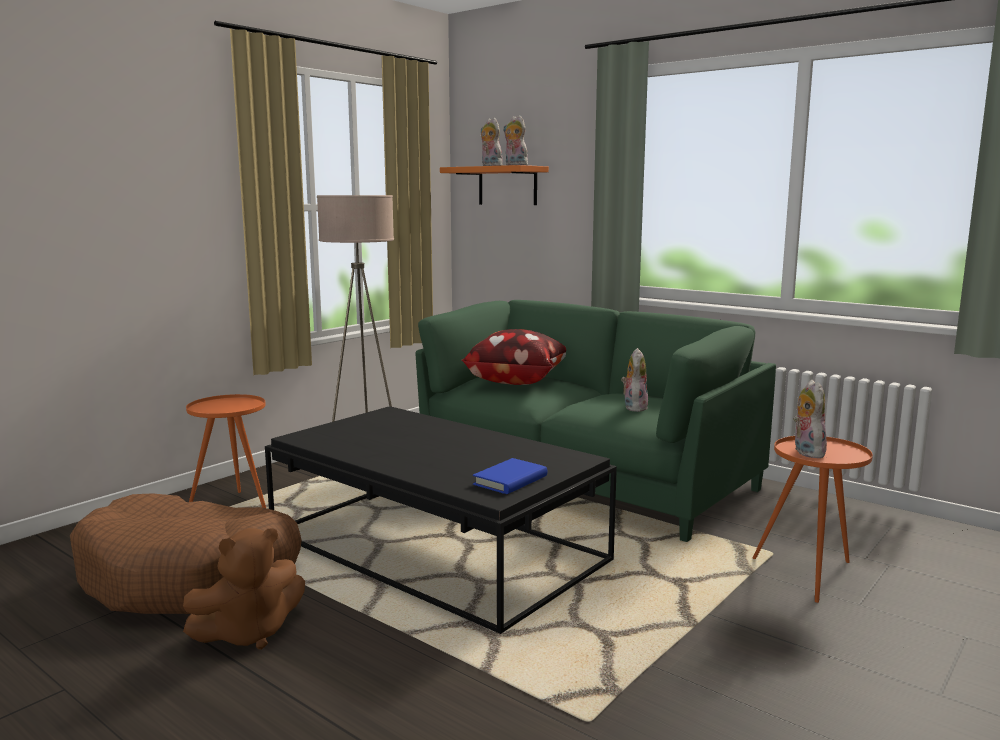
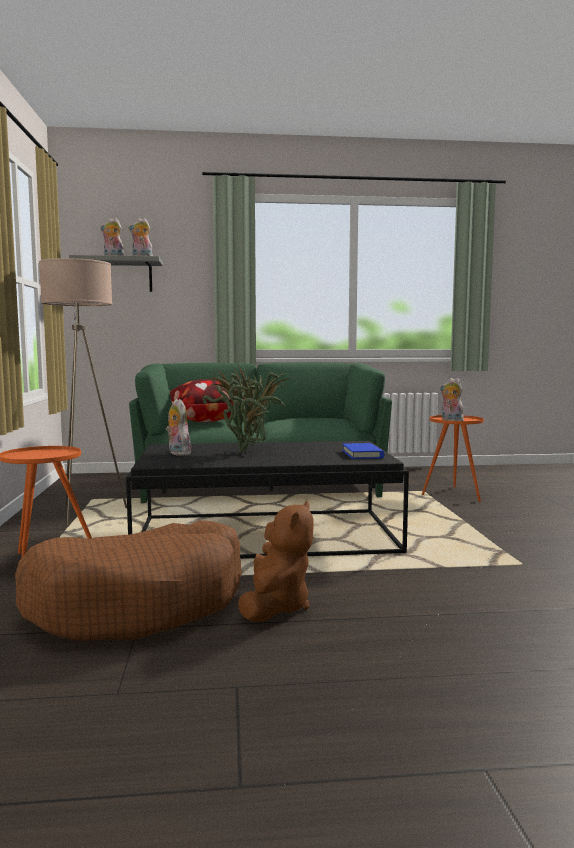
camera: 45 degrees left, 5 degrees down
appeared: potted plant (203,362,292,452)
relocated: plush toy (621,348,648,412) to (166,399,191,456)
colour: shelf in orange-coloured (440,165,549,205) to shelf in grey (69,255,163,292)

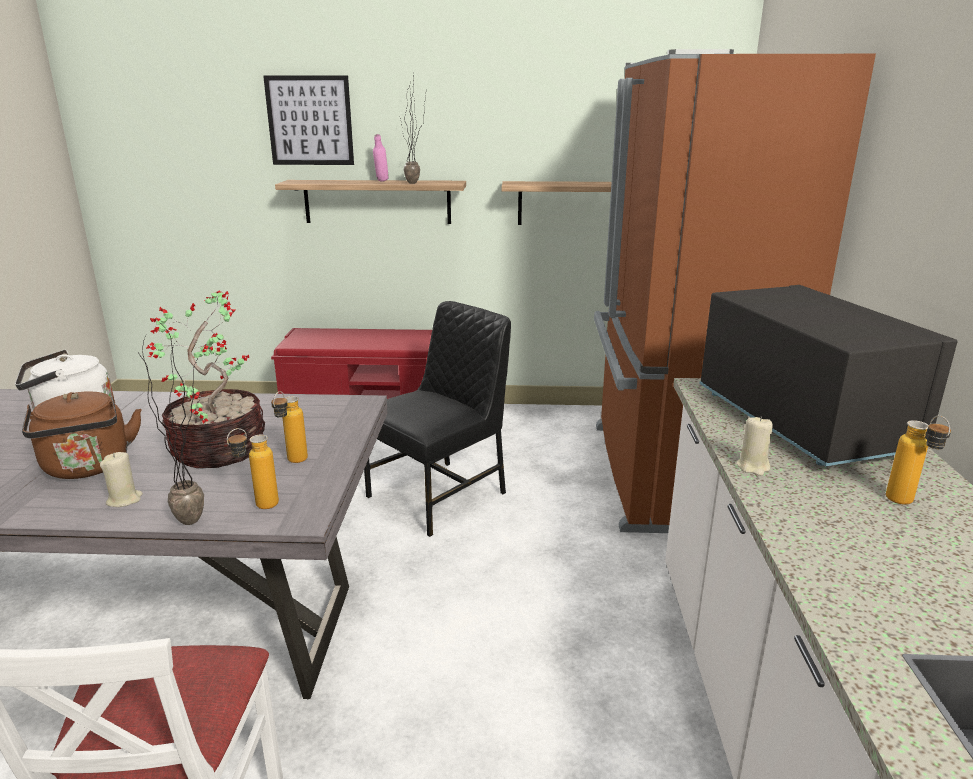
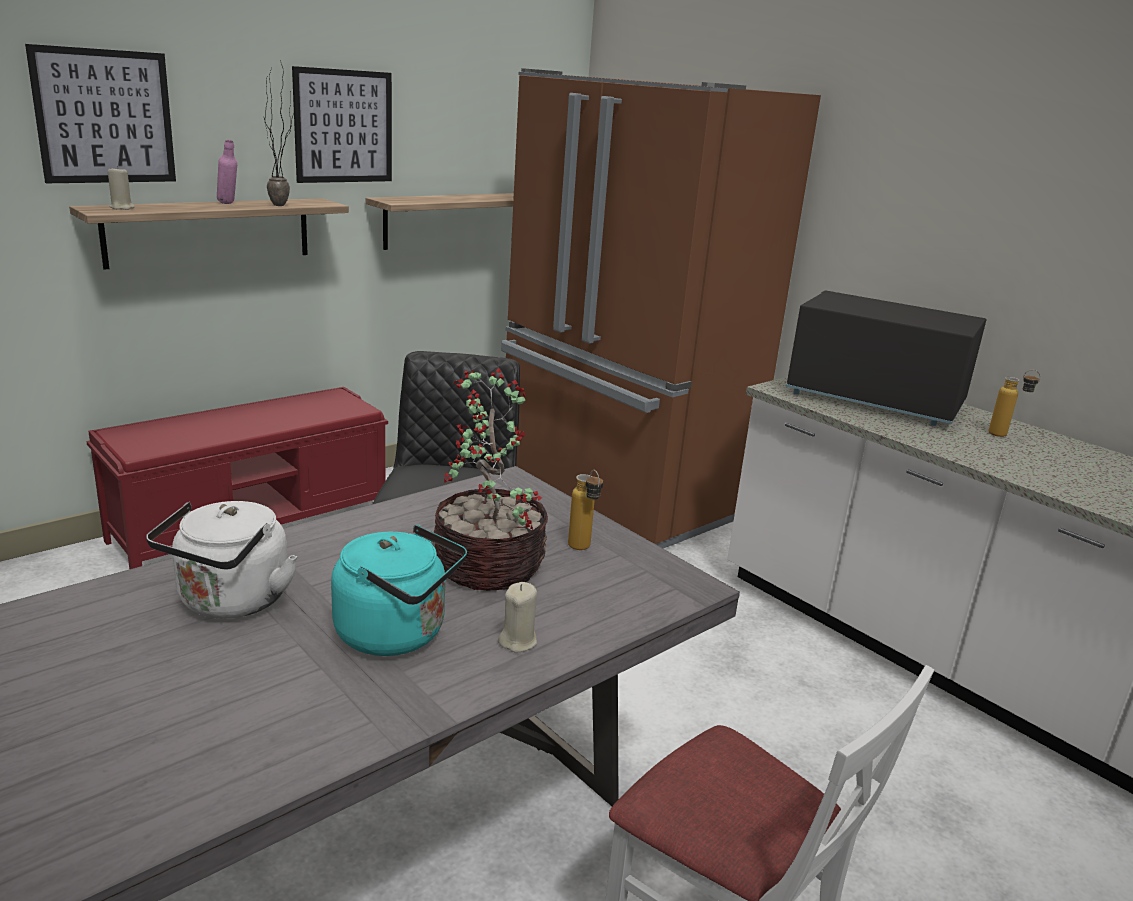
camera: 45 degrees left, 0 degrees up
missing: potted plant (139,320,204,525); drink bottle (227,428,279,509)
appeared: picture (292,66,392,183)
relocated: candle in beige-coloured (736,416,773,476) to (108,166,135,210)
colour: tea kettle in brown (22,392,141,479) to tea kettle in turquoise-coloured (331,525,467,656)

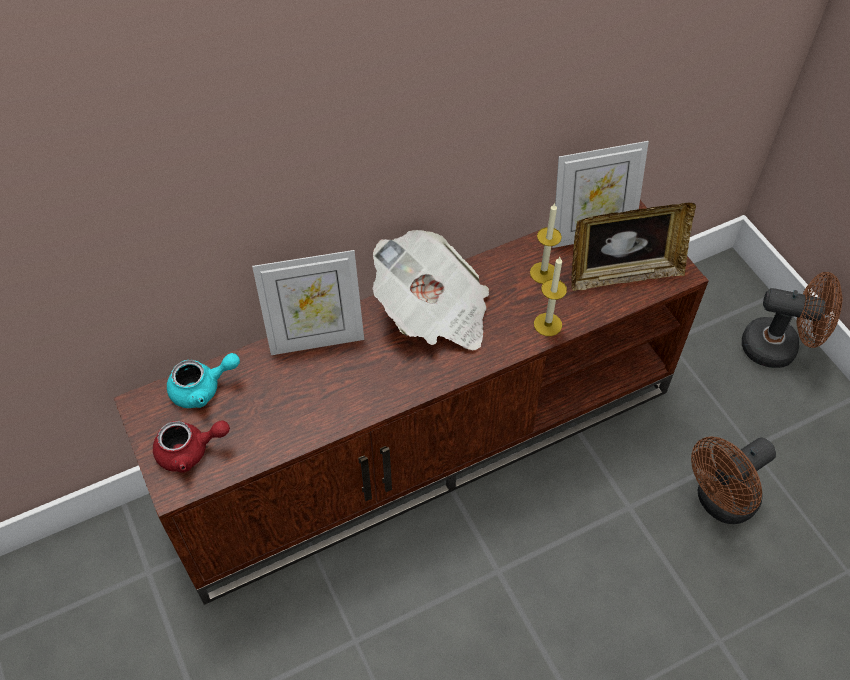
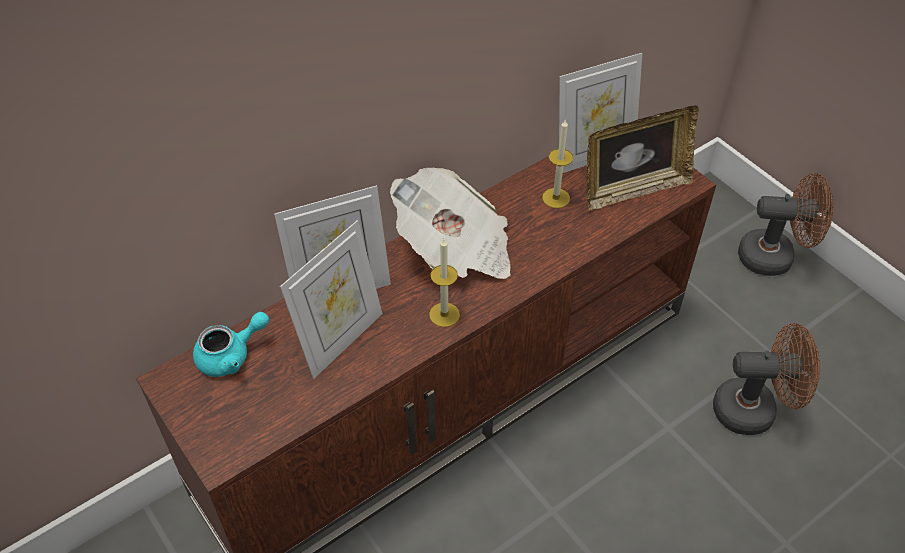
camera: 10 degrees left, 5 degrees down
missing: teapot in reddish (153,420,230,473)
appeared: standing frame (280,220,383,379)
relocated: candle (534,257,567,336) to (429,239,460,327)
spun: electric fan in brown (691,436,776,524) = (713,323,820,435) 135 degrees counterclockwise

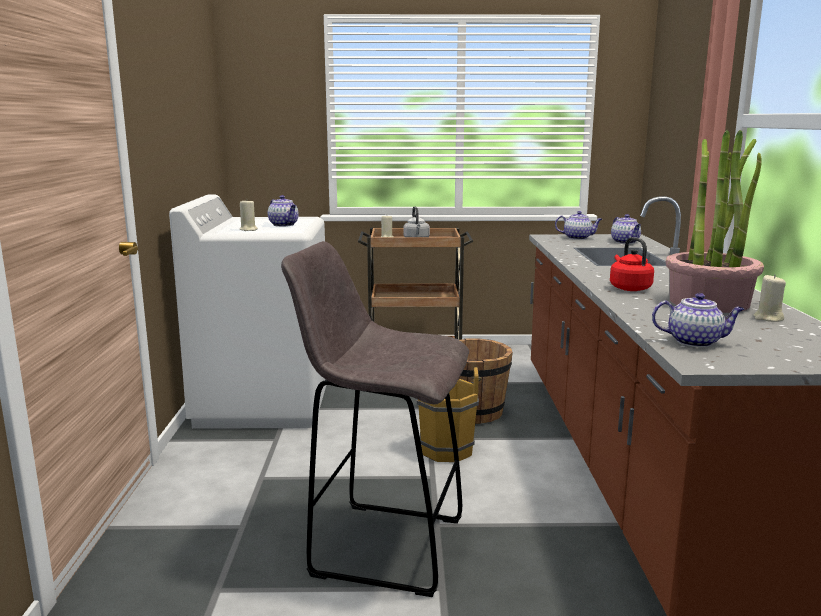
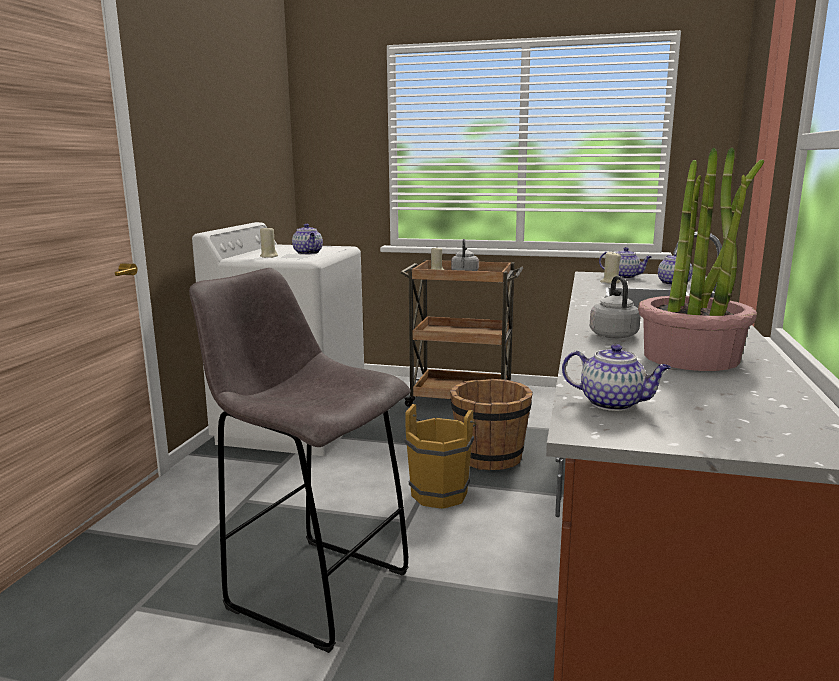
camera: 15 degrees right, 0 degrees up
relocated: candle in beige-coloured (753,274,786,322) to (600,252,621,284)
colour: tea kettle in reddish (610,237,654,291) to tea kettle in grey (590,276,641,338)

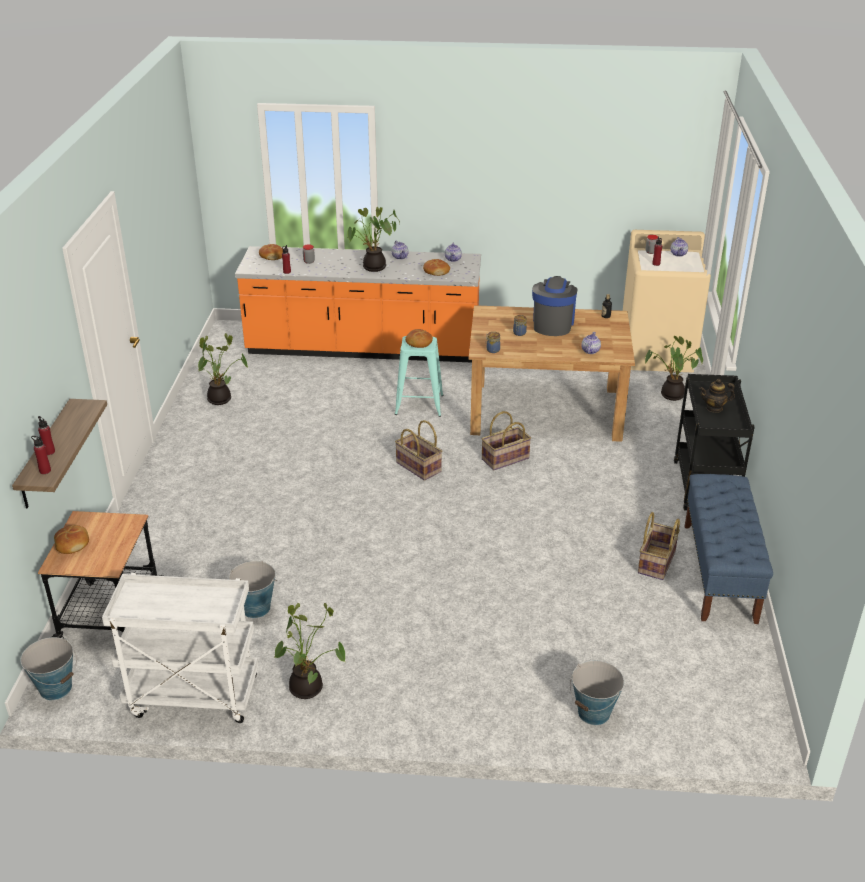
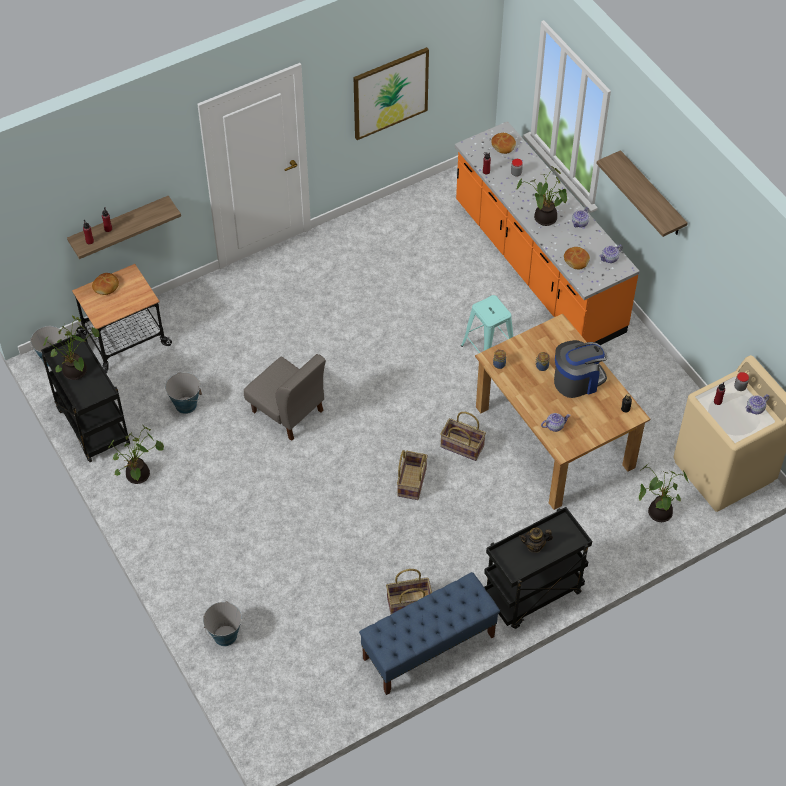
camera: 55 degrees right, 20 degrees up
missing: baked bread (405,329,433,348)
appeared: upright chair in grey (244,354,326,441); picture (353,47,429,140); shelf (597,150,688,237)
relocated: potted plant (198,333,248,405) to (43,316,99,380); basket (395,420,442,481) to (397,450,428,500)
colour: wheeled cart in whitish (102,573,259,723) to wheeled cart in black-coloured (41,333,130,462)
spun: teapot (699,379,735,413) = (519,528,553,553) 60 degrees counterclockwise

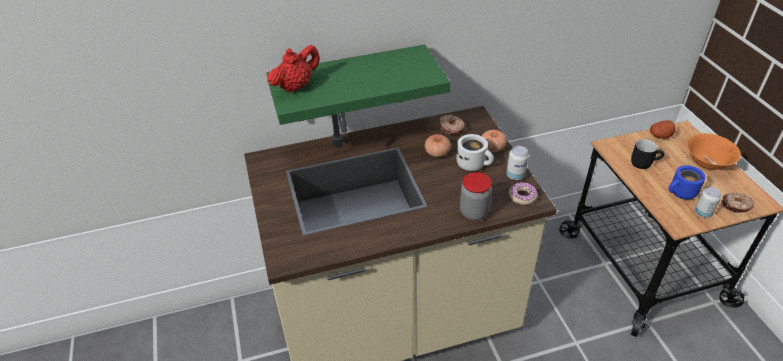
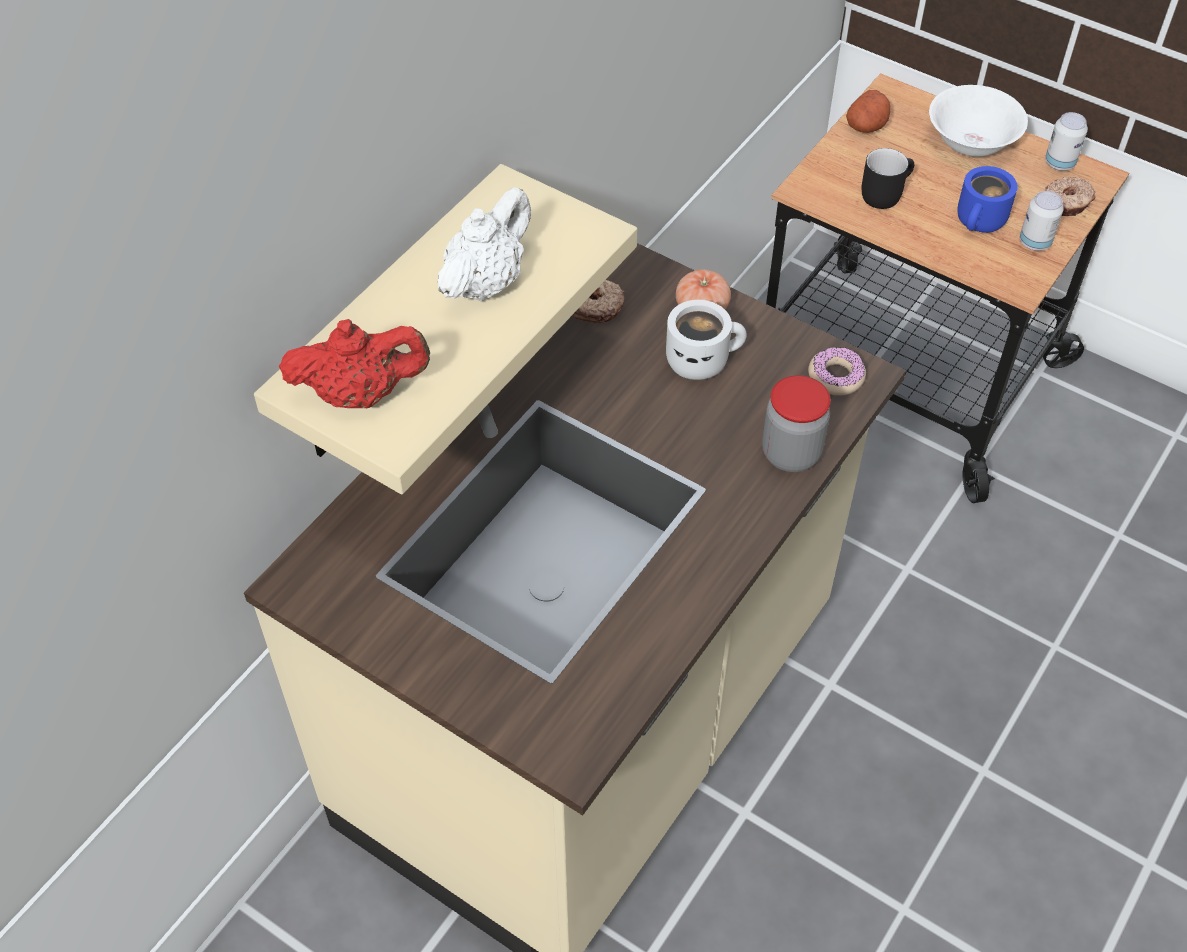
camera: 40 degrees left, 10 degrees up
missing: whole tomato (425,134,451,157)
appeared: teapot in whitish (438,187,531,301)
relocated: sealed can (506,146,529,180) to (1045,112,1088,171)
colour: shelf in greenish (266,45,450,125) to shelf in beige-coloured (254,164,637,494); deep dish in orange-coloured (686,133,741,170) to deep dish in whitish (929,85,1028,157)
spun: teapot in reddish (267,45,320,93) = (279,319,430,408) 75 degrees clockwise

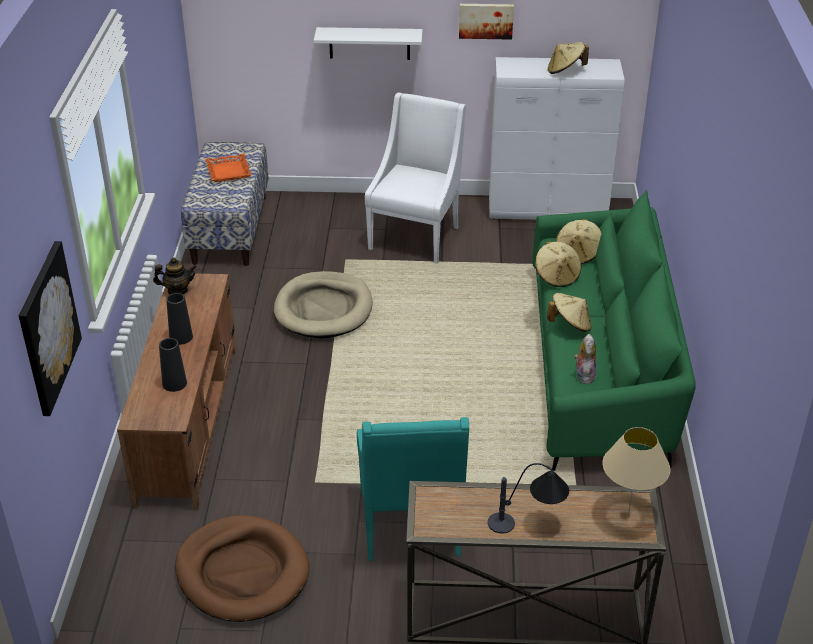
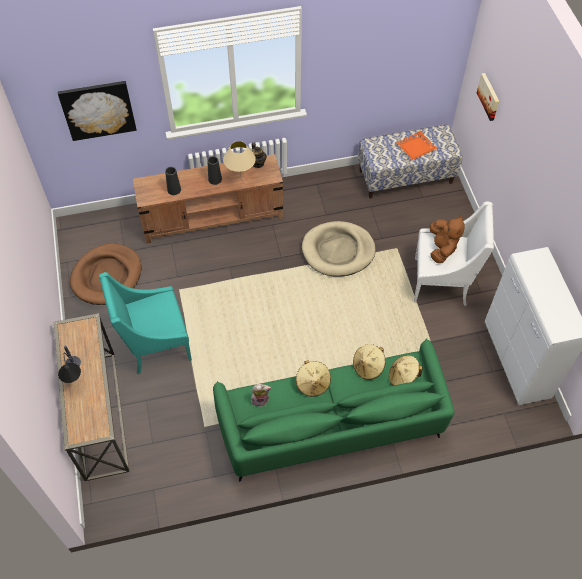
camera: 75 degrees right, 20 degrees up
missing: shelf in whitish (314,27,423,60); hat in beige-coloured (548,42,589,74)
appeared: plush toy in brown (430,215,465,263)
relocated: picture (459,4,514,40) to (477,73,499,121); lamp for a table in beige-coloured (602,427,670,515) to (223,141,256,175)

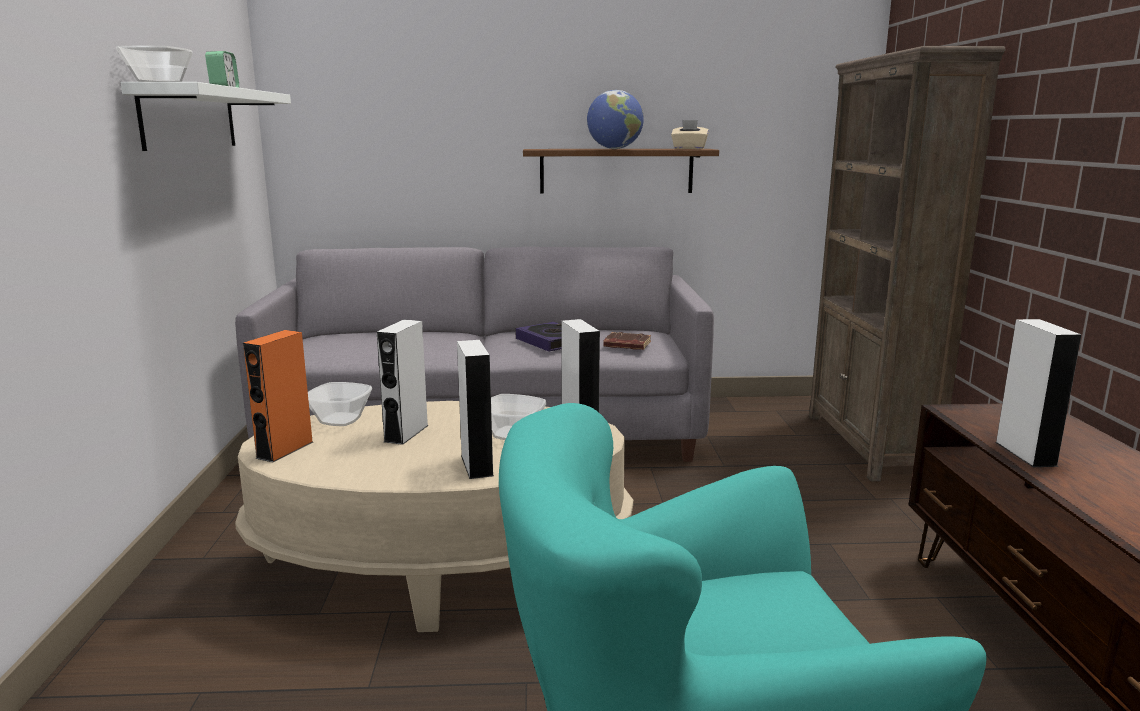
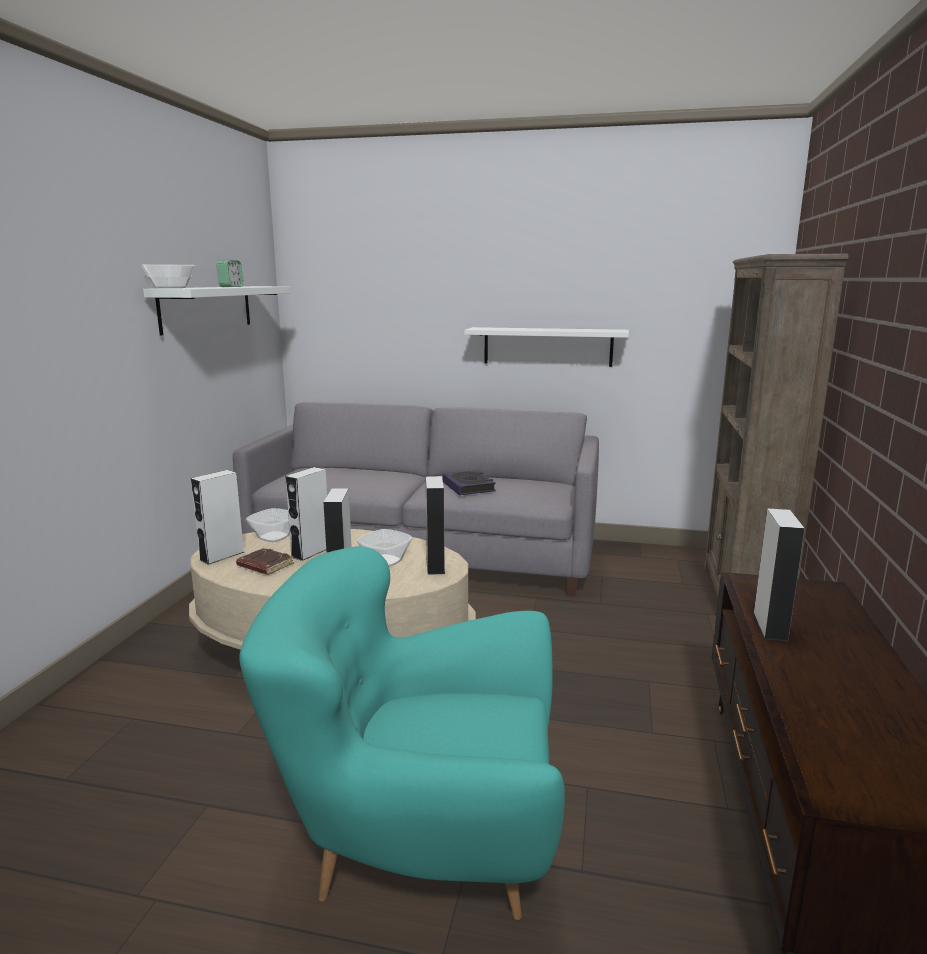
camera: 15 degrees right, 0 degrees up
missing: desk globe (587,90,644,149); tissue holder in beige-coloured (671,120,709,149)
relocated: volume in brown (603,332,651,350) to (236,548,294,575)
colour: speaker in orange-coloured (243,330,313,462) to speaker in whitish (191,470,244,565); shelf in brown (523,149,719,193) to shelf in whitish (464,327,629,367)

